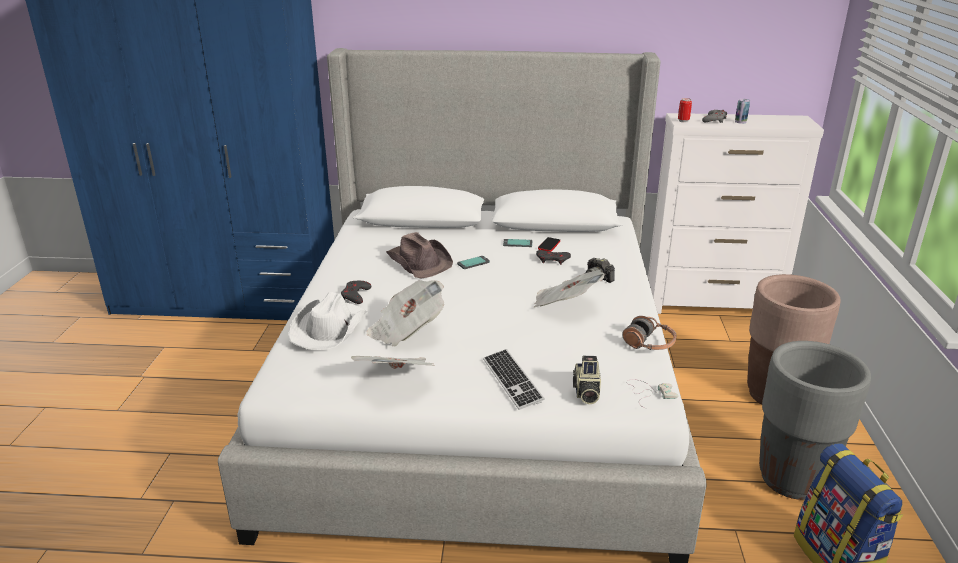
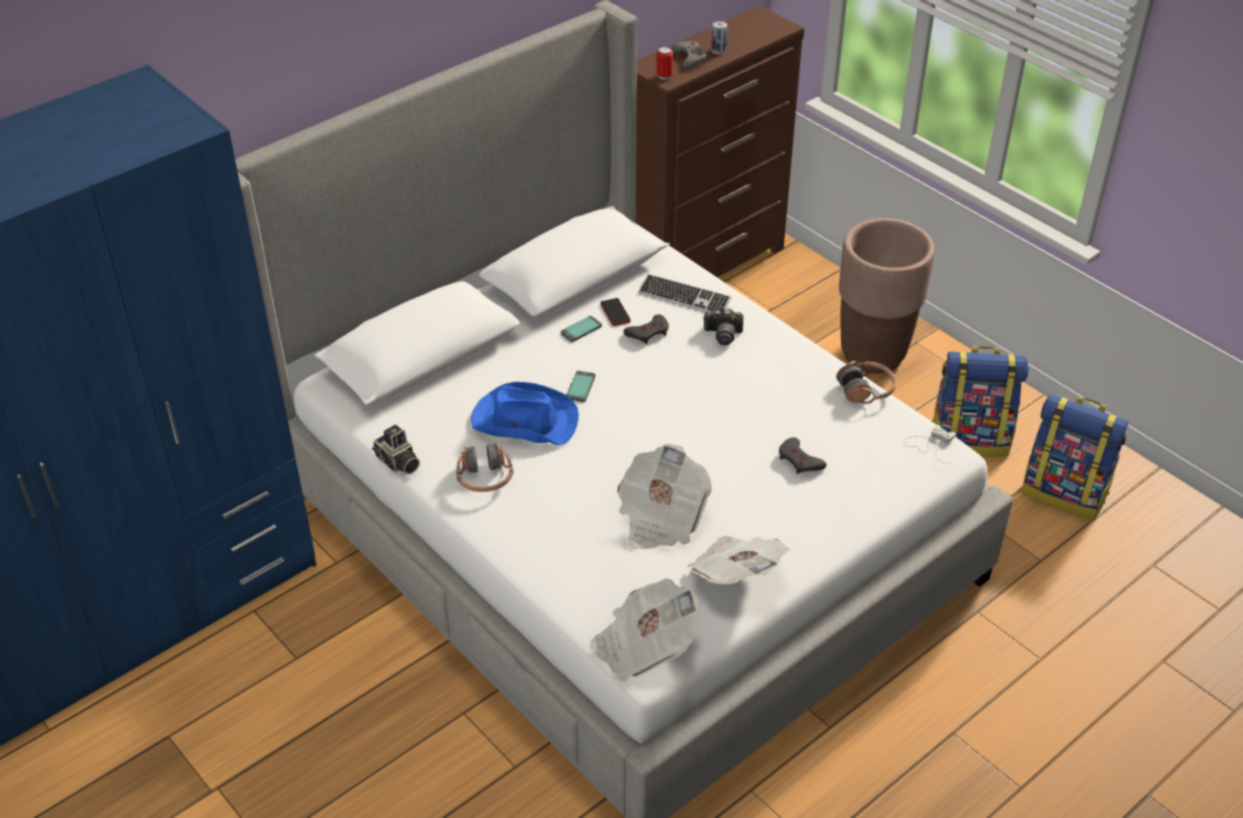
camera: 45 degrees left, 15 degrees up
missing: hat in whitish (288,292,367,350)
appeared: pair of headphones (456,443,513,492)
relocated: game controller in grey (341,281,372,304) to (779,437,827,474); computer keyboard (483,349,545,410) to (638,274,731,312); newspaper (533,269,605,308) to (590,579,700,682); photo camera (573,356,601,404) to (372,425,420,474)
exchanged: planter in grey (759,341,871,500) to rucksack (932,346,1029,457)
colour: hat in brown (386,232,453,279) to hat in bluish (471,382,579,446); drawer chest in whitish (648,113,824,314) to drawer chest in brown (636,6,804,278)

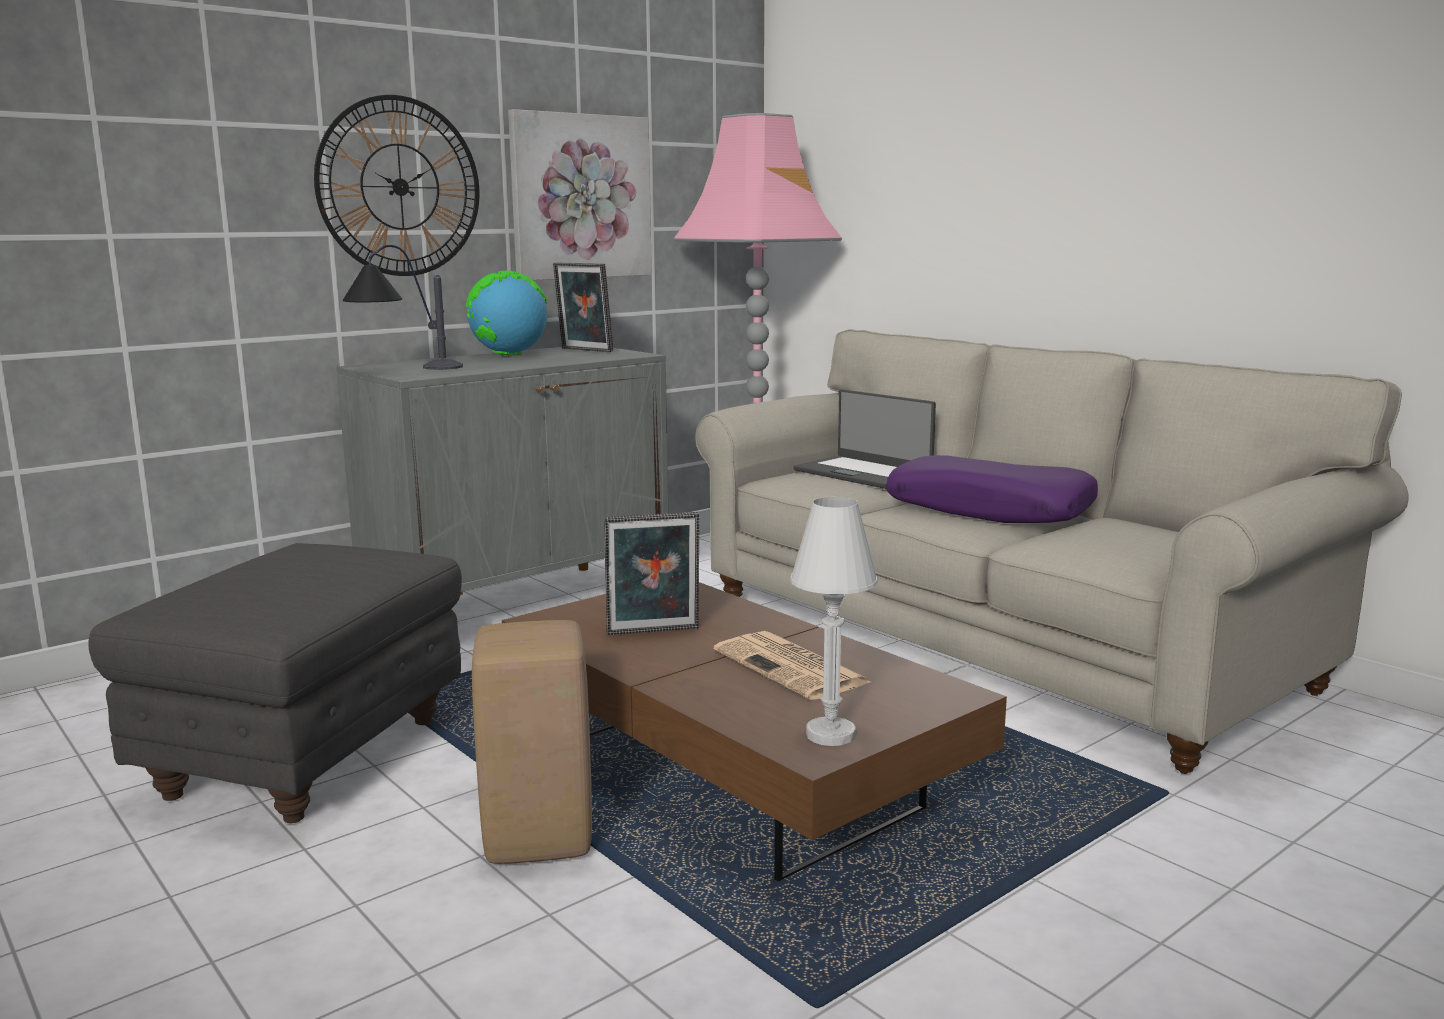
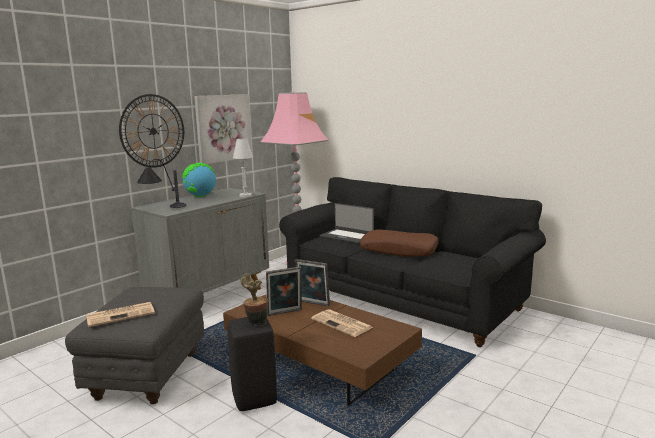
camera: 10 degrees left, 0 degrees up
appeared: newspaper (86,302,155,327); potted plant (241,273,268,326)
relocated: standing frame (553,263,613,352) to (295,259,330,306); lamp for a table in whitish (790,497,878,746) to (233,138,253,197)
colour: stool in beige-coloured (472,620,592,864) to stool in black-coloured (227,317,277,411); settee in beige-coloured (695,329,1409,774) to settee in black-coloured (279,177,546,347); cushion in purple-coloured (886,455,1098,523) to cushion in brown (360,229,439,257)

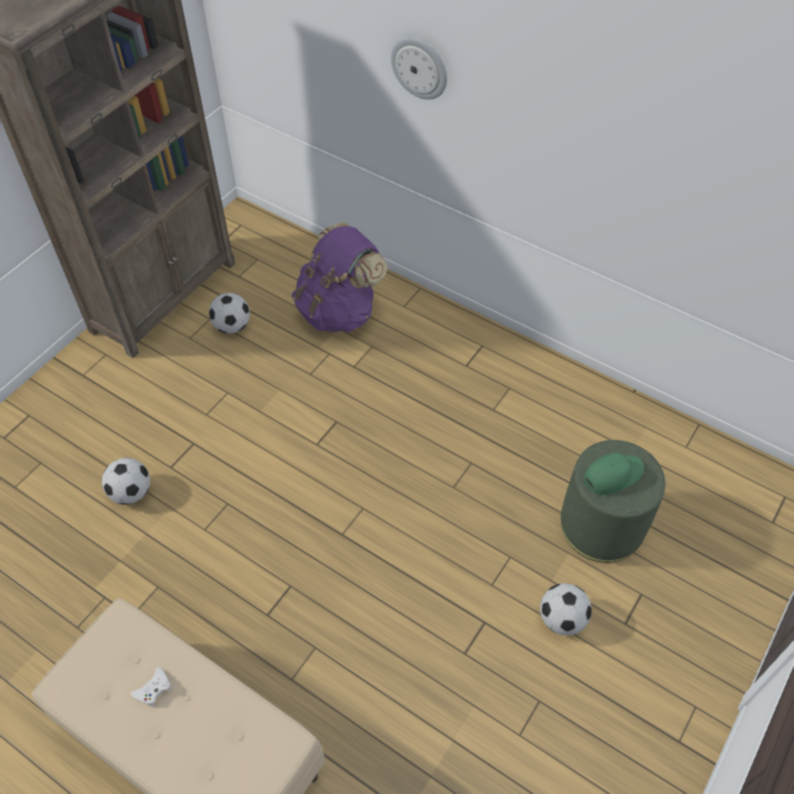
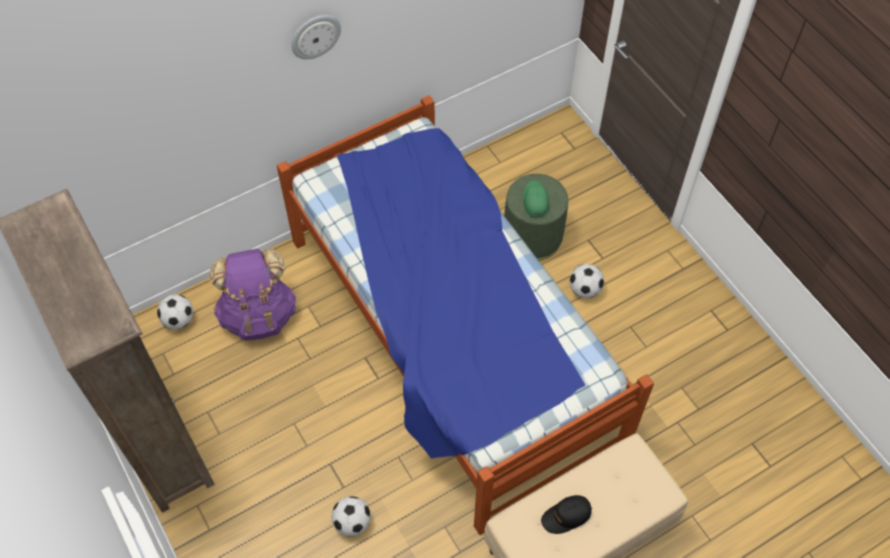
camera: 65 degrees left, 5 degrees up
appeared: bed (277,95,654,535)
relocated: football (209,293,250,334) to (157,294,193,329); hanging clock (391,37,447,100) to (291,15,341,59)
exchanged: game controller in whitish (131,667,171,707) to cap in black-coloured (541,495,592,534)

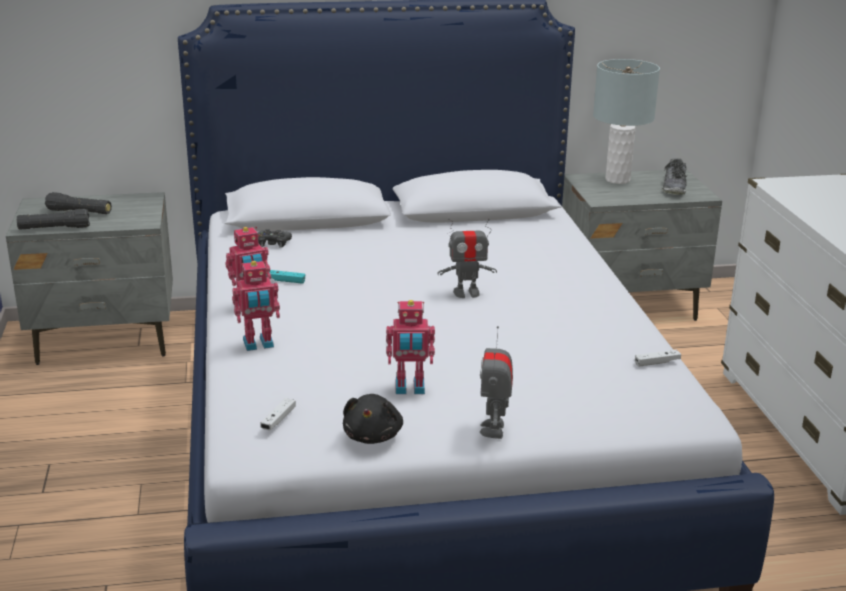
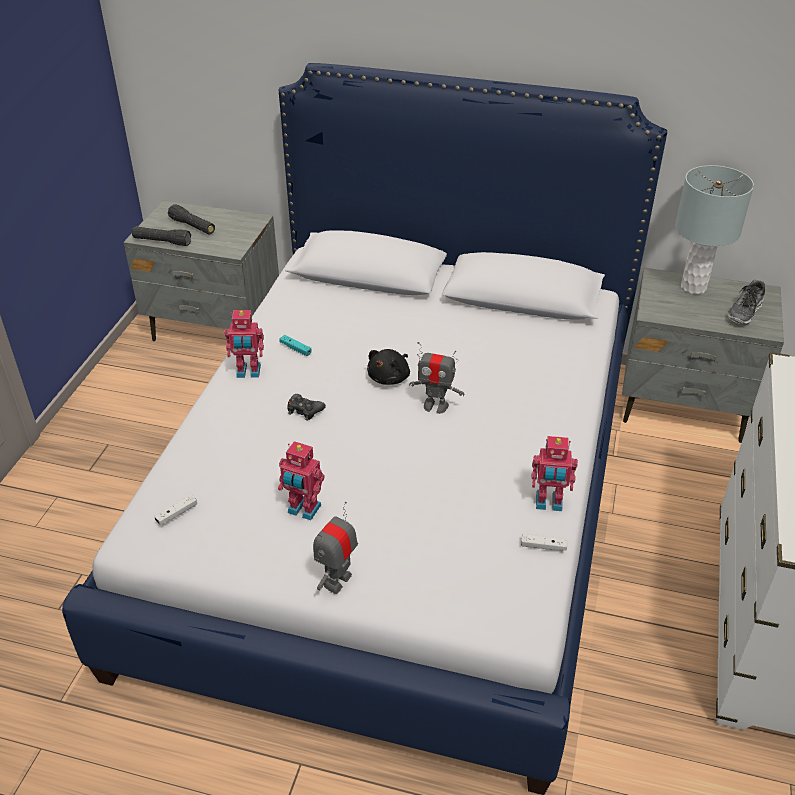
camera: 25 degrees right, 15 degrees up
relocated: model robot (232,261,280,351) to (531,436,578,511); game controller in black-coloured (258,229,292,247) to (287,394,326,421); plush toy in black-coloured (343,394,403,444) to (367,349,410,385)

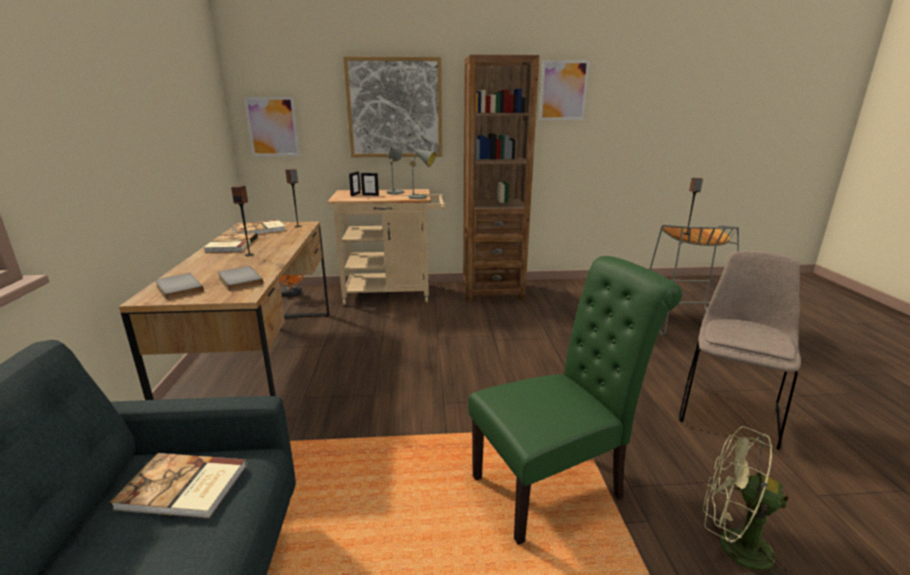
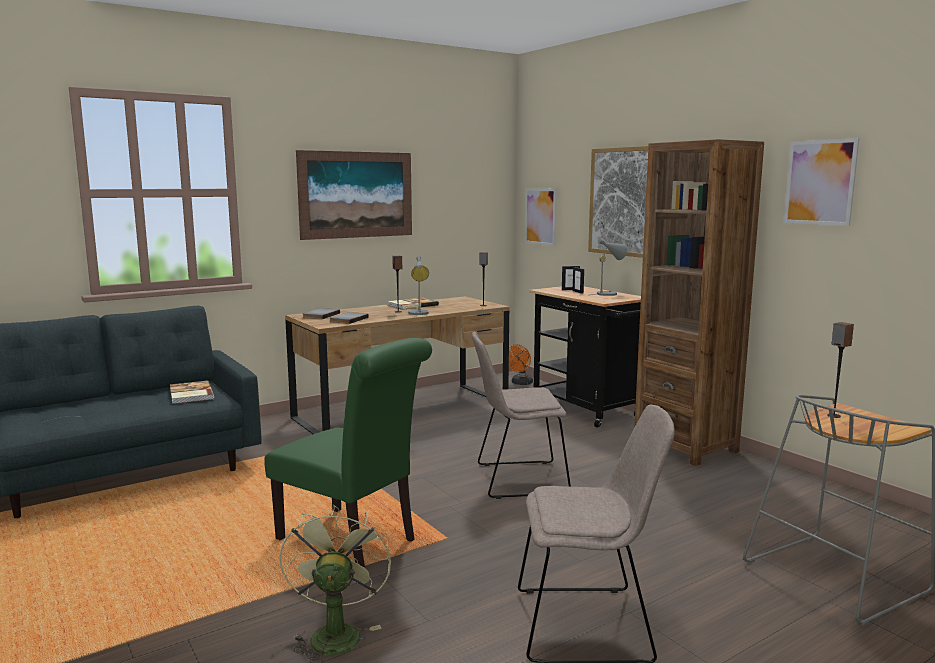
camera: 60 degrees right, 10 degrees down
missing: volume (232,220,286,234)
appeared: picture (296,150,412,240); upright chair in beige-coloured (472,332,571,499)
relocated: lamp for a table in grey (403,145,436,199) to (408,256,429,315)
colour: wheeled cart in beige-coloured (327,189,446,305) to wheeled cart in black-coloured (529,286,641,428)

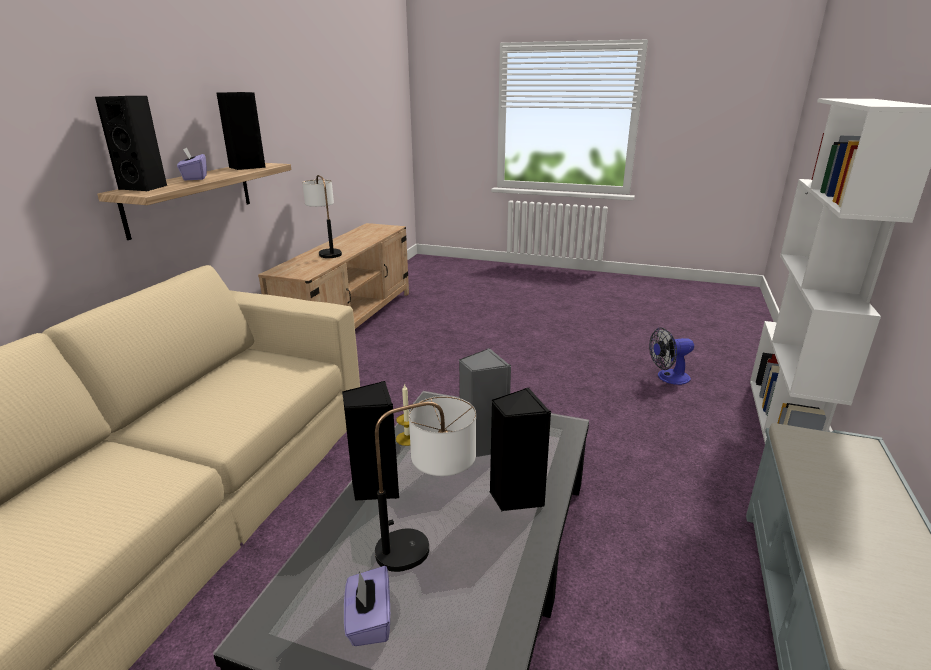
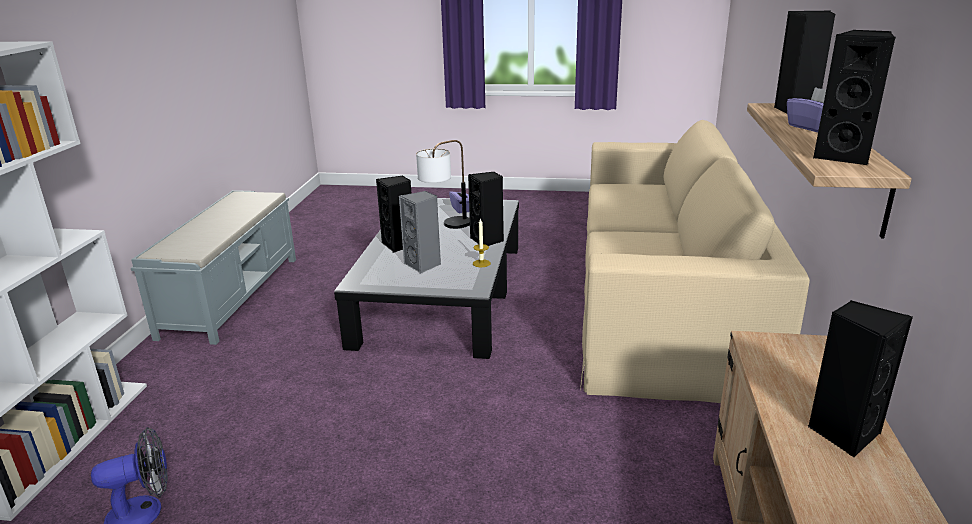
camera: 170 degrees right, 0 degrees up
exchanged: lamp for a table (302,175,342,258) to speaker in black-coloured (808,300,913,458)

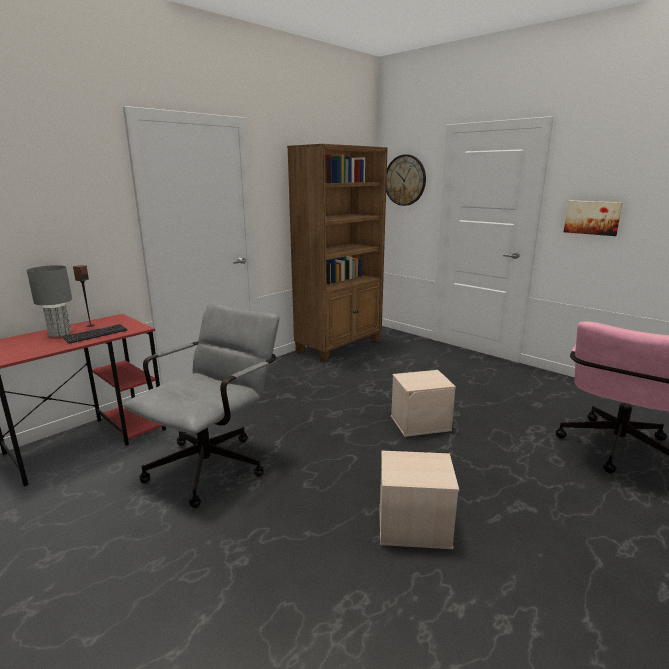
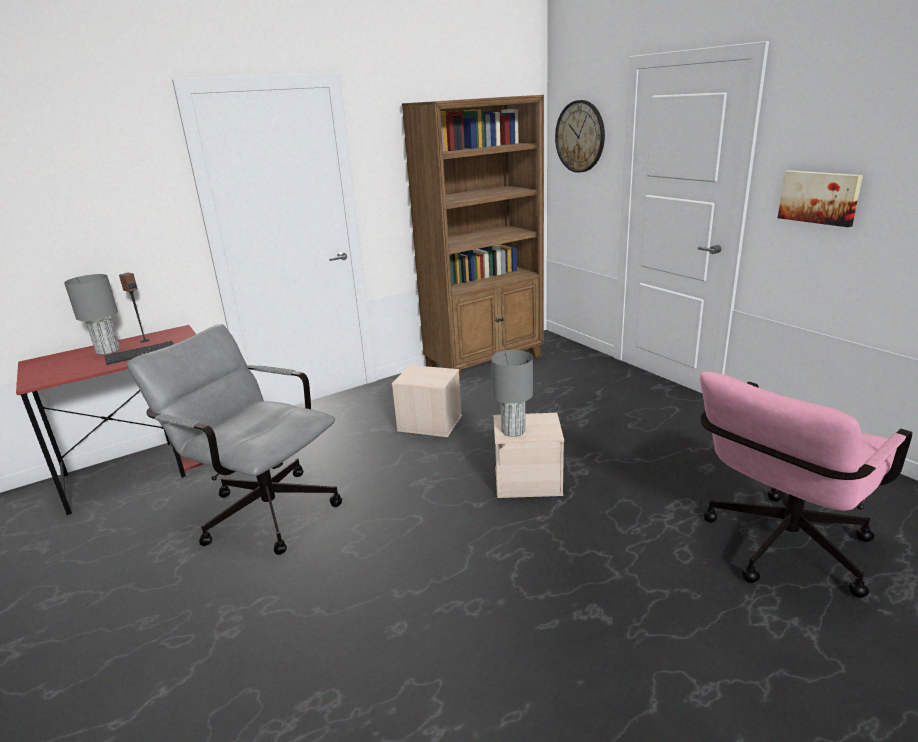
camera: 15 degrees right, 5 degrees up
appeared: lamp for a table in grey (491,350,533,437)
relocated: storage box in beige-coloured (380,451,459,549) to (392,365,462,437)
spun: computer chair in grey (124,302,280,508) = (127,324,342,555) 105 degrees counterclockwise

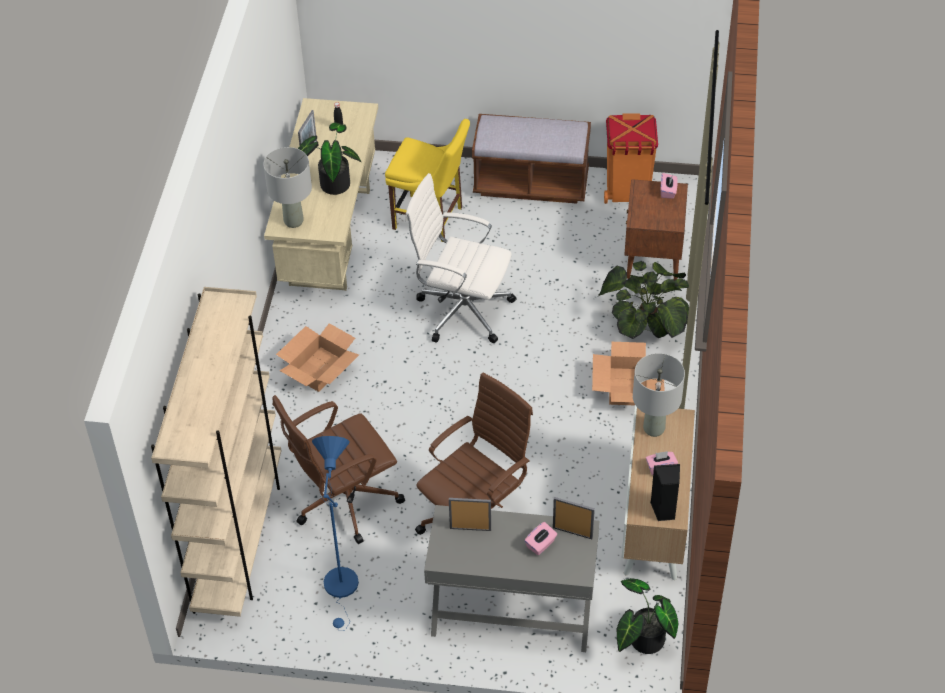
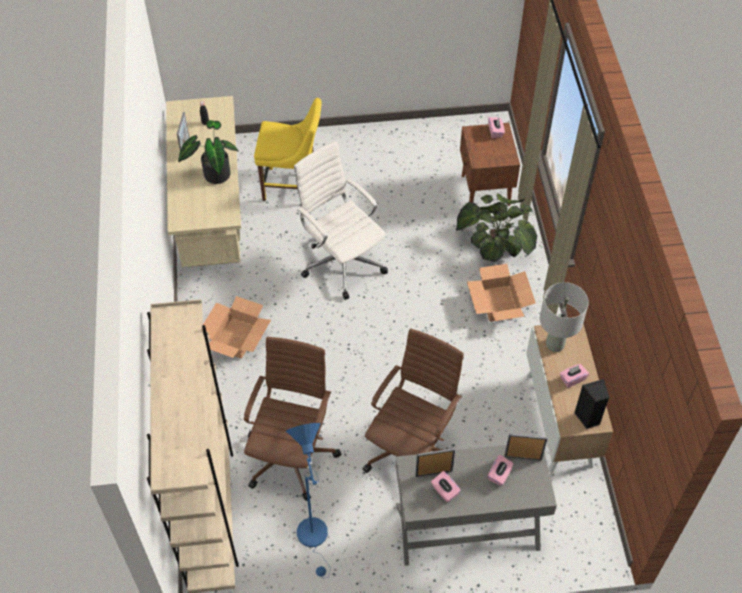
camera: 15 degrees left, 5 degrees up
missing: lamp for a table in grey (263,147,312,228); bench in brown (472,114,591,204); waste bin in orange-coloured (604,113,658,204); potted plant (617,578,678,654)
appeared: tissue holder in pinkish (431,471,461,502)
spun: computer chair in brown (273,395,405,544) = (244,337,342,501) 150 degrees clockwise; computer chair in whitish (405,173,517,343) = (294,141,388,300) 45 degrees clockwise

